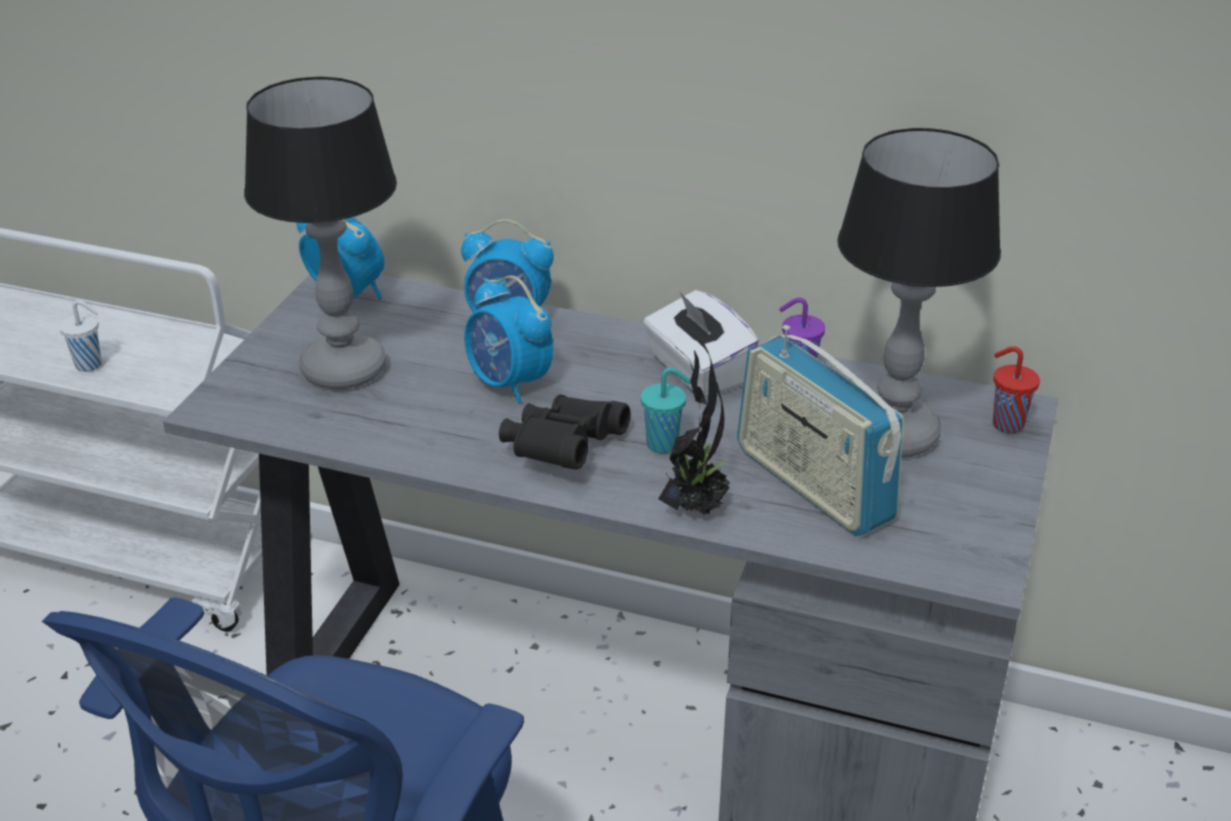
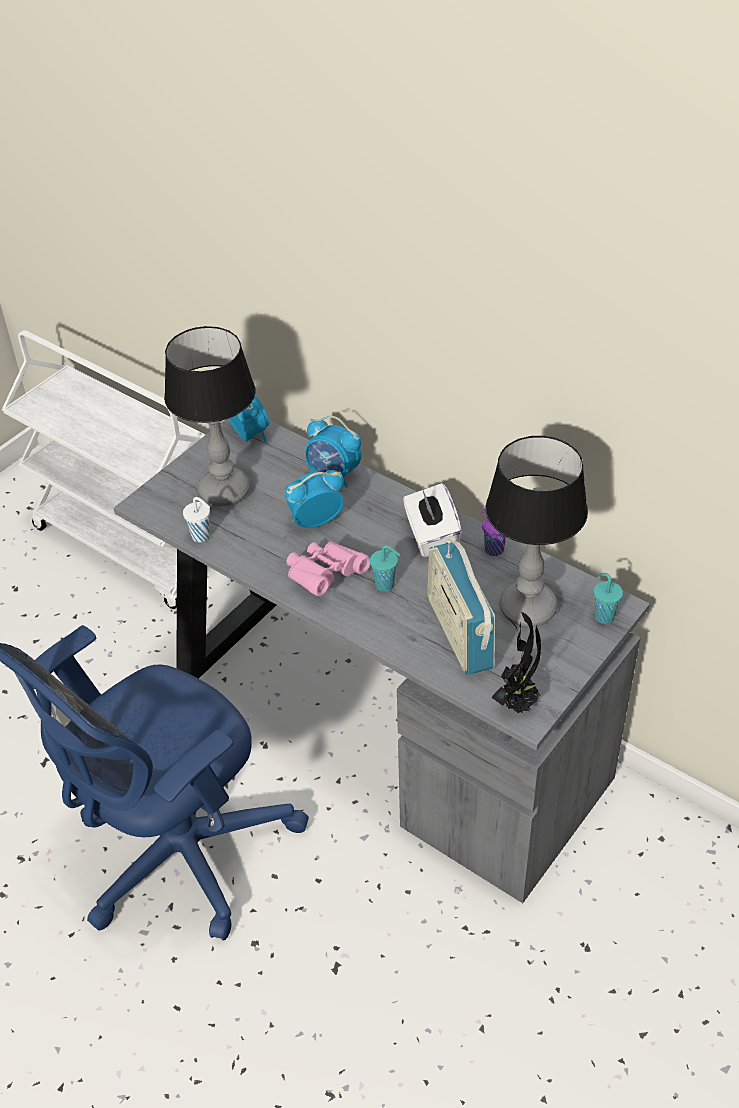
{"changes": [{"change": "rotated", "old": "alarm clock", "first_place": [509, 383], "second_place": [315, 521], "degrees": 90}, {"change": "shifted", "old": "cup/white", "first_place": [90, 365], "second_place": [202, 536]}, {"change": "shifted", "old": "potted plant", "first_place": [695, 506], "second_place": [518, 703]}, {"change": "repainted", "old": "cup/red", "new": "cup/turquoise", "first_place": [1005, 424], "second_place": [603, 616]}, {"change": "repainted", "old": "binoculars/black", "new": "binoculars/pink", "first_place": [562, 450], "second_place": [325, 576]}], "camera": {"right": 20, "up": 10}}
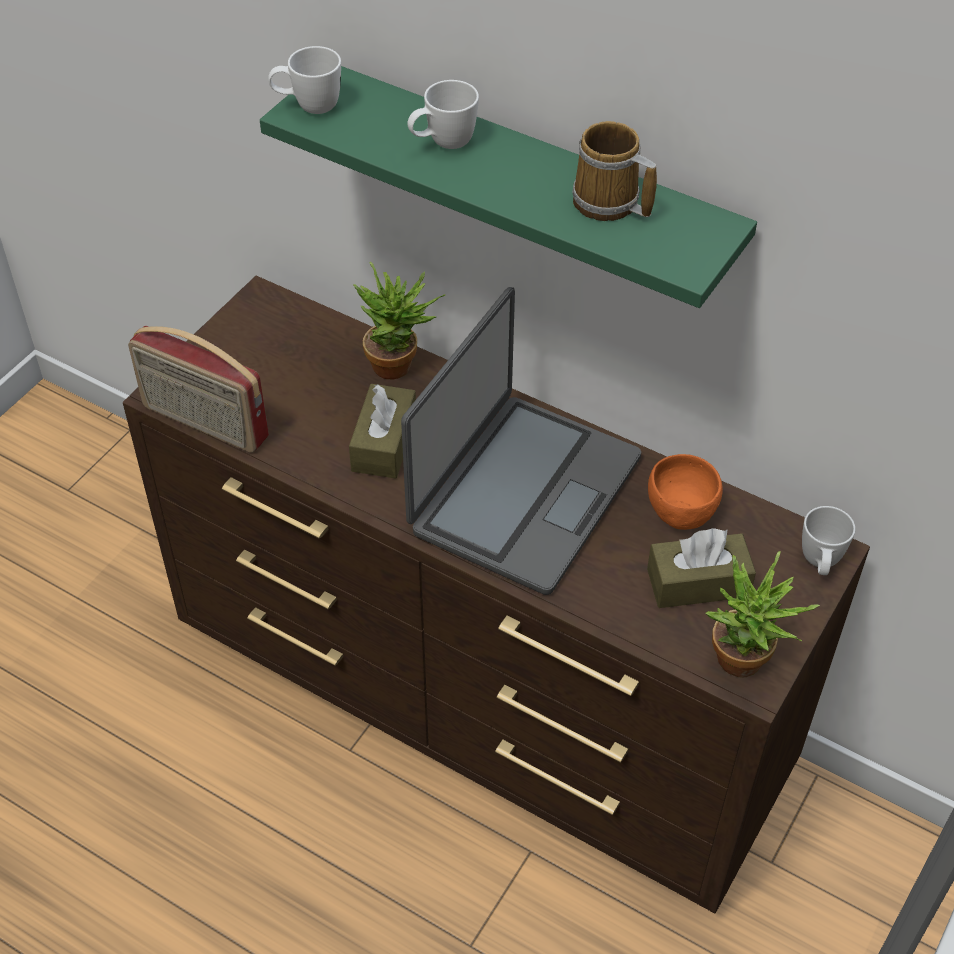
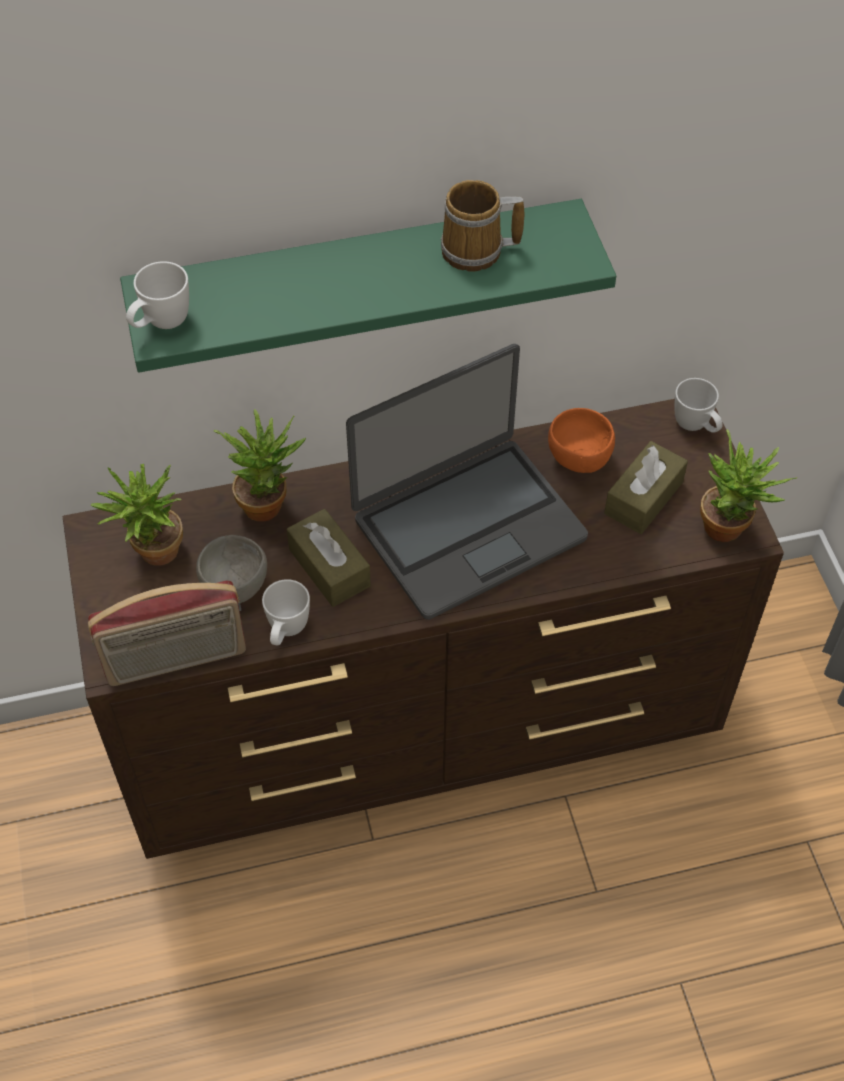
{"changes": [{"change": "shifted", "old": "mug/white", "first_place": [442, 144], "second_place": [286, 632]}, {"change": "rotated", "old": "laptop", "first_place": [523, 493], "second_place": [467, 527], "degrees": 75}, {"change": "new", "new": "potted plant", "second_place": [152, 554]}, {"change": "new", "new": "bowl/grey", "second_place": [237, 586]}], "camera": {"right": -45, "up": 5}}
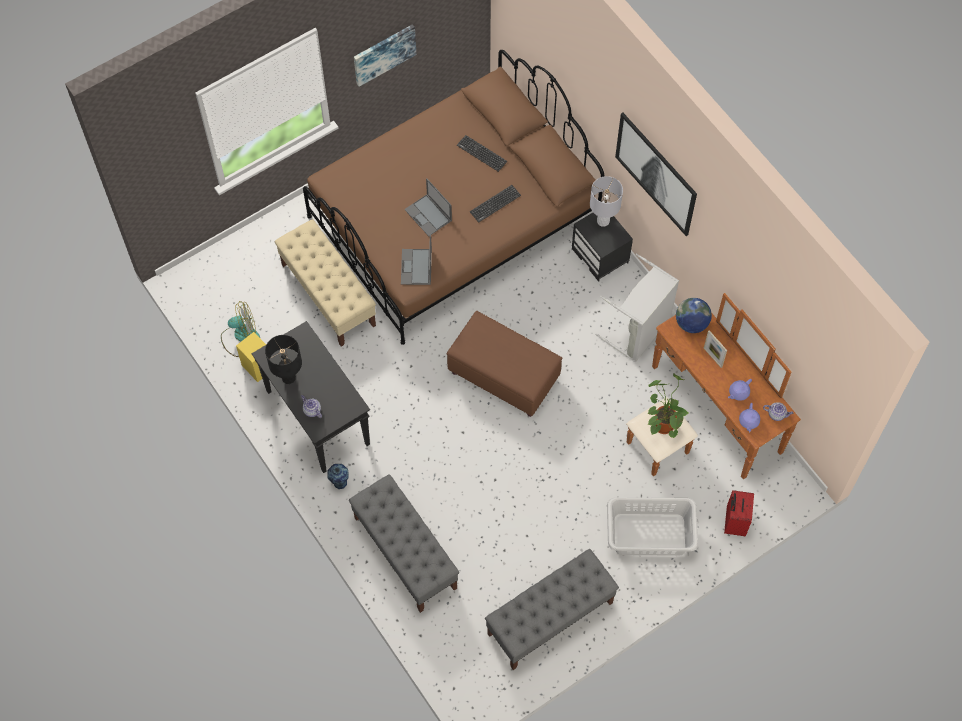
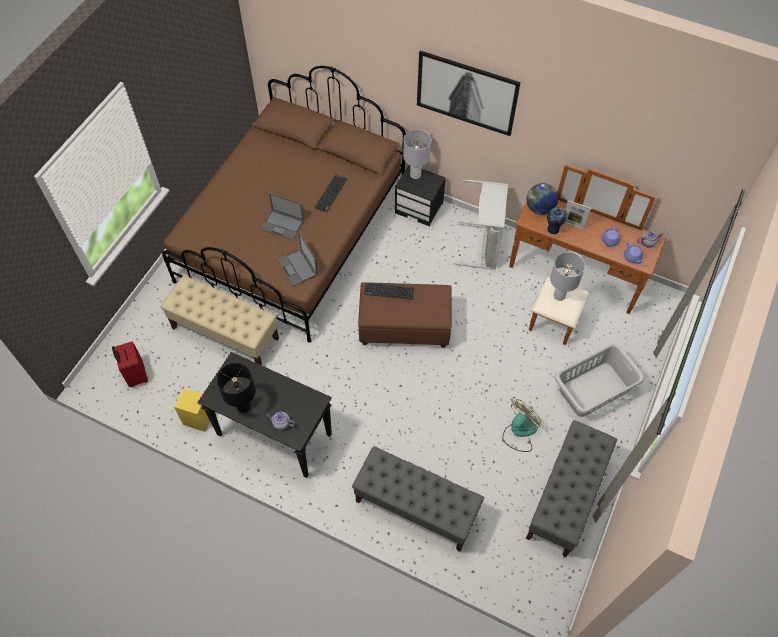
{"changes": [{"change": "gone", "old": "picture", "first_place": [384, 53]}, {"change": "shifted", "old": "keyboard", "first_place": [481, 153], "second_place": [389, 291]}, {"change": "shifted", "old": "fan", "first_place": [240, 336], "second_place": [519, 432]}, {"change": "swapped", "old": "potted plant", "new": "table lamp/grey", "first_place": [662, 422], "second_place": [559, 295]}, {"change": "shifted", "old": "vase", "first_place": [339, 483], "second_place": [552, 229]}, {"change": "shifted", "old": "suitcase/red", "first_place": [734, 522], "second_place": [136, 375]}], "camera": {"right": -30, "up": -5}}
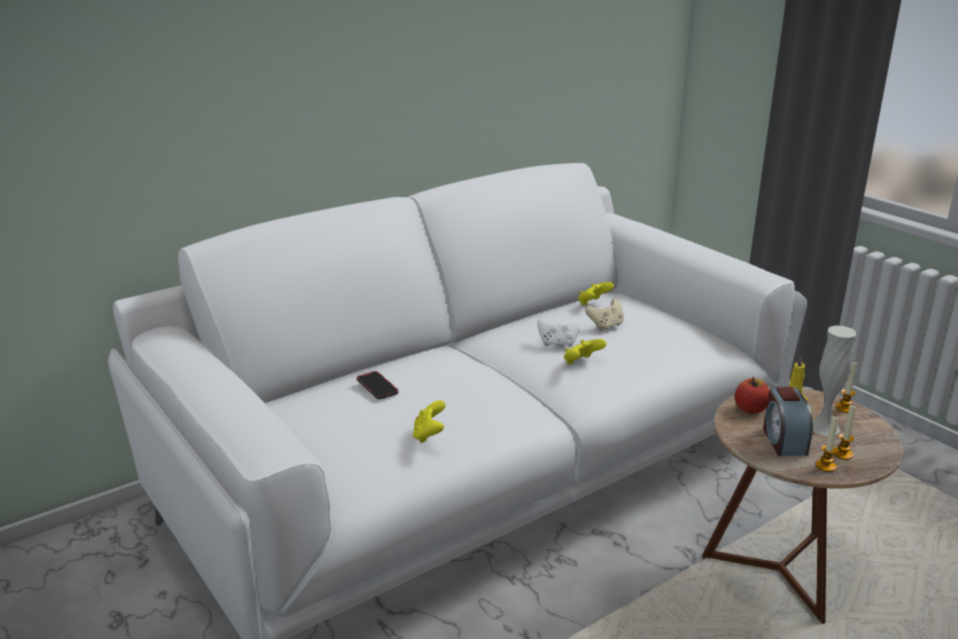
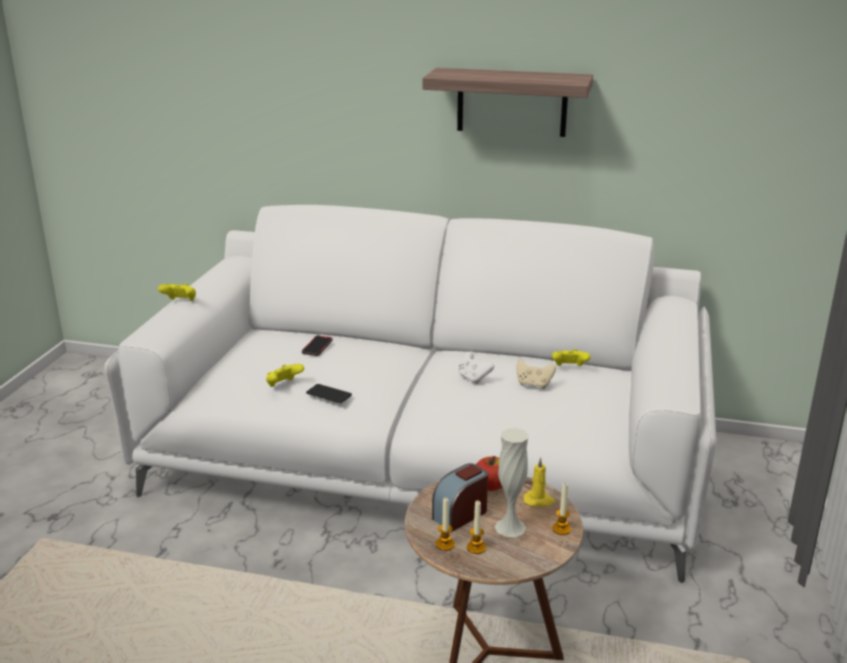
{"changes": [{"change": "shifted", "old": "game controller/yellow", "first_place": [582, 363], "second_place": [180, 302]}, {"change": "new", "new": "shelf", "second_place": [512, 102]}, {"change": "new", "new": "phone", "second_place": [328, 394]}], "camera": {"right": 50, "up": 0}}
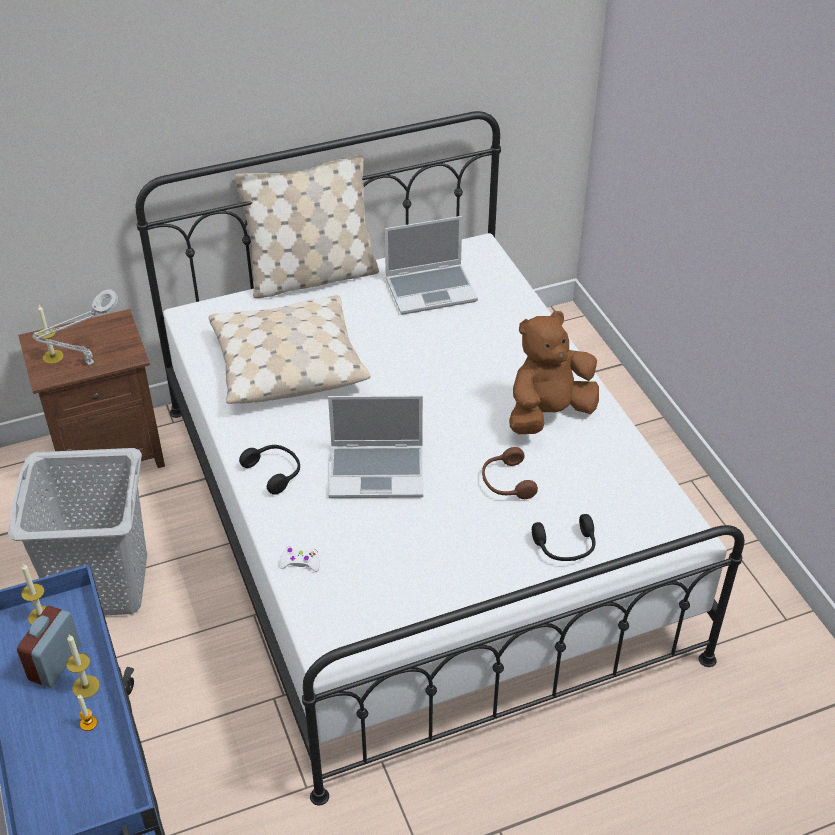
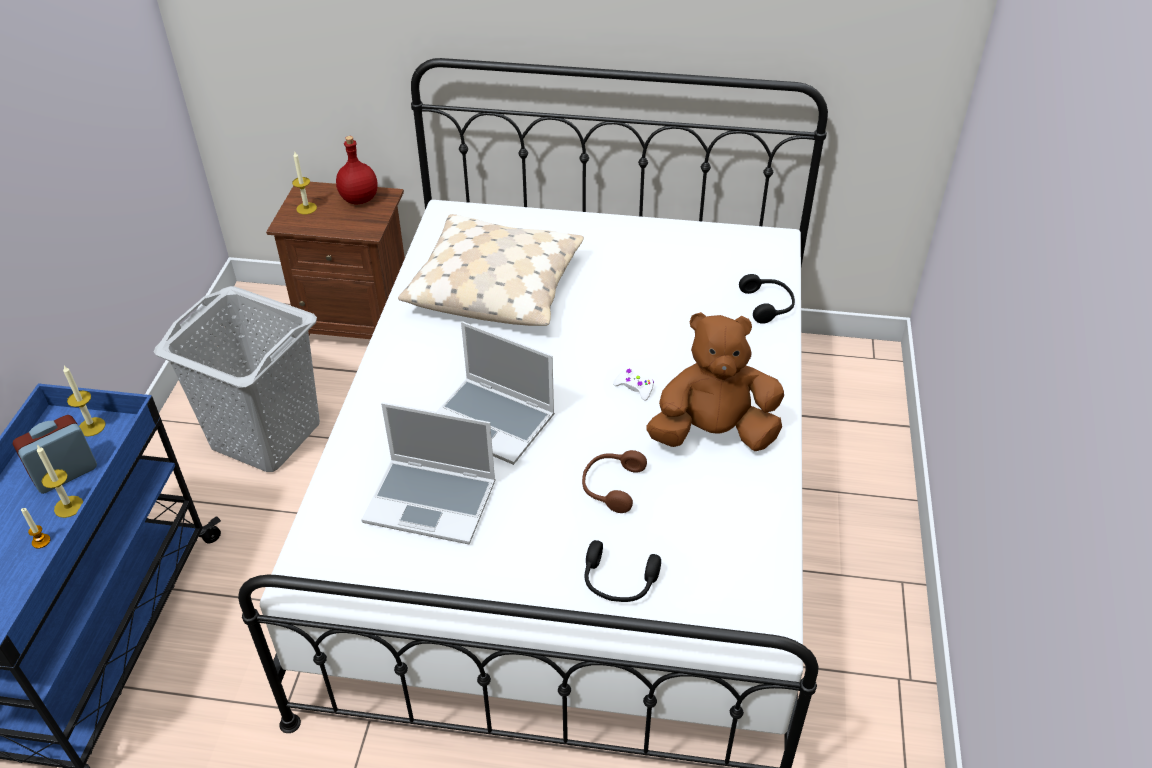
{"changes": [{"change": "gone", "old": "pillow/beige", "first_place": [312, 276]}, {"change": "shifted", "old": "laptop", "first_place": [431, 290], "second_place": [432, 501]}, {"change": "gone", "old": "table lamp/grey", "first_place": [87, 364]}, {"change": "shifted", "old": "headphones/black", "first_place": [275, 472], "second_place": [768, 305]}, {"change": "shifted", "old": "game controller/white", "first_place": [300, 563], "second_place": [634, 387]}, {"change": "new", "new": "bottle/red", "second_place": [359, 199]}], "camera": {"right": 30, "up": 0}}
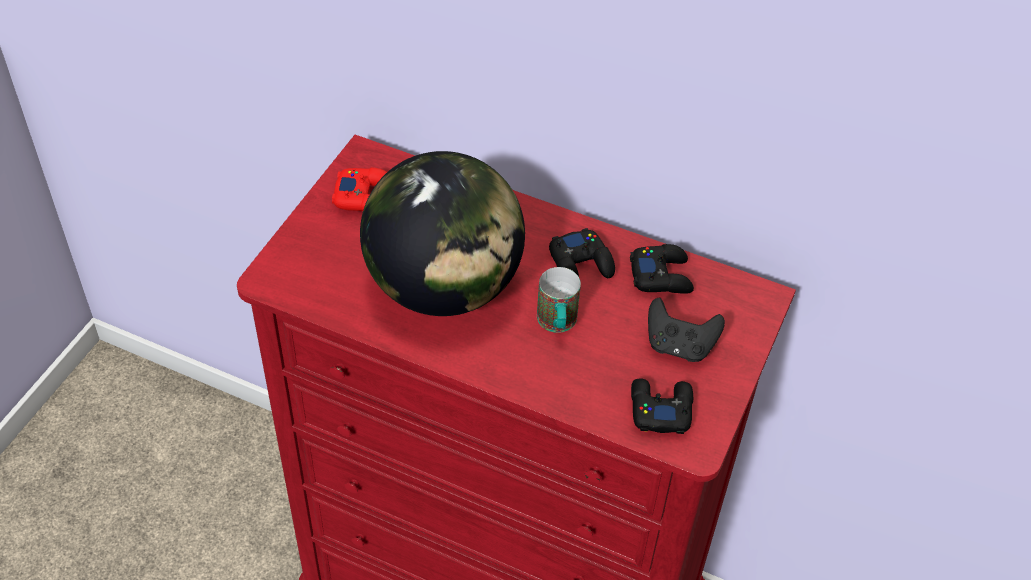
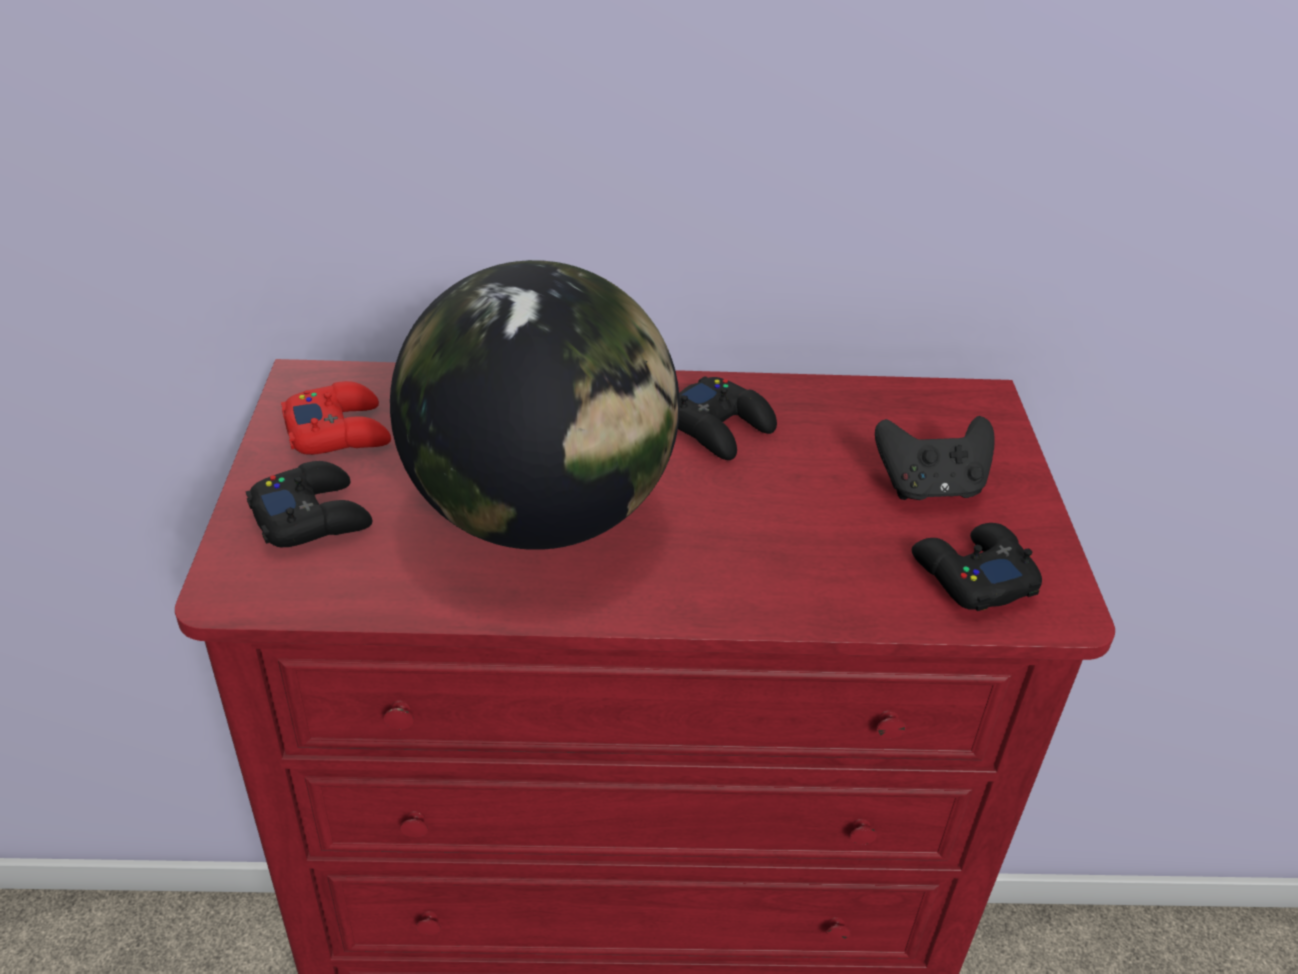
{"changes": [{"change": "shifted", "old": "game controller/black", "first_place": [661, 275], "second_place": [312, 516]}, {"change": "gone", "old": "mug", "first_place": [557, 324]}], "camera": {"right": -25, "up": -10}}
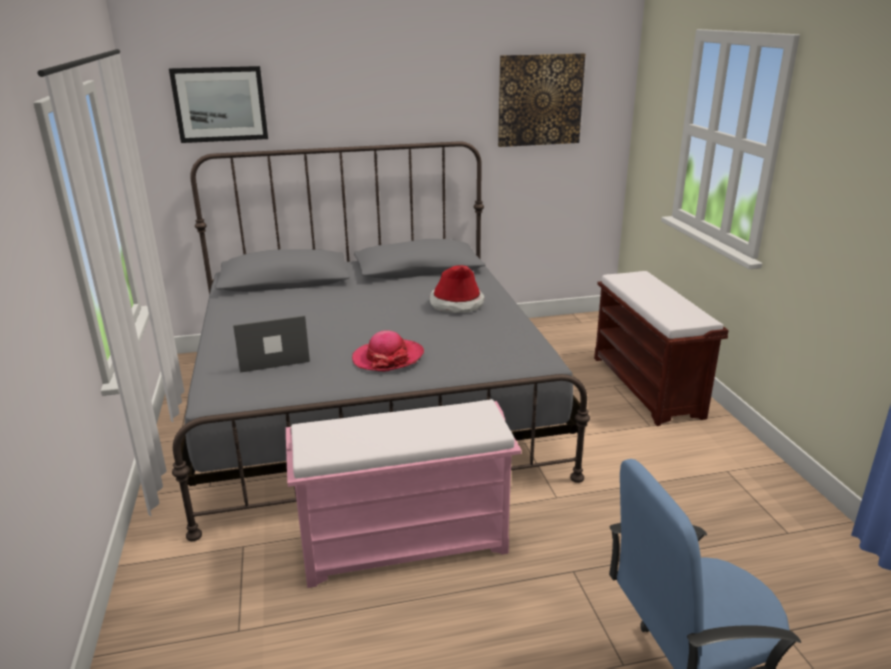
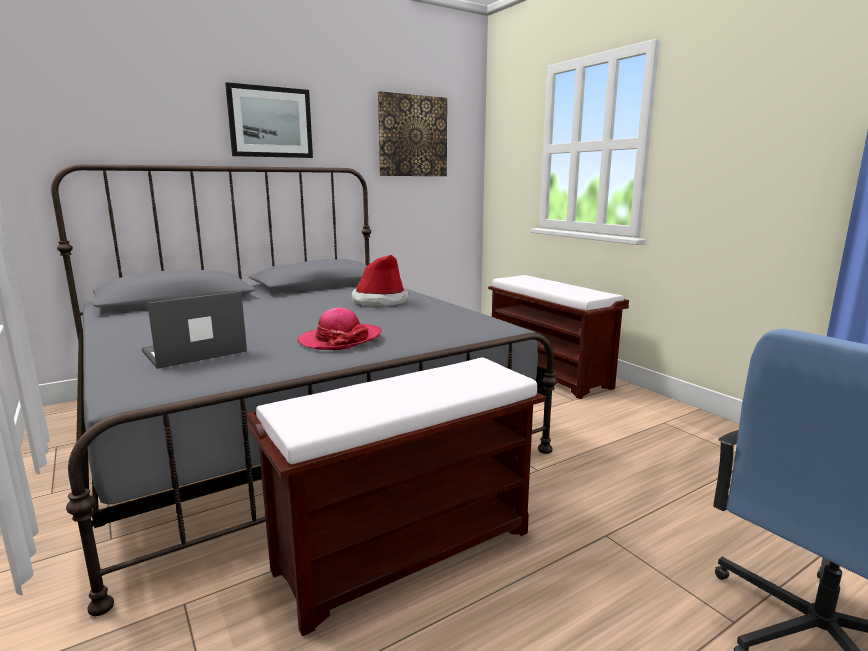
{"changes": [{"change": "shifted", "old": "picture", "first_place": [220, 104], "second_place": [270, 122]}, {"change": "repainted", "old": "bench/pink", "new": "bench/brown", "first_place": [406, 543], "second_place": [407, 549]}], "camera": {"right": -20, "up": -10}}
